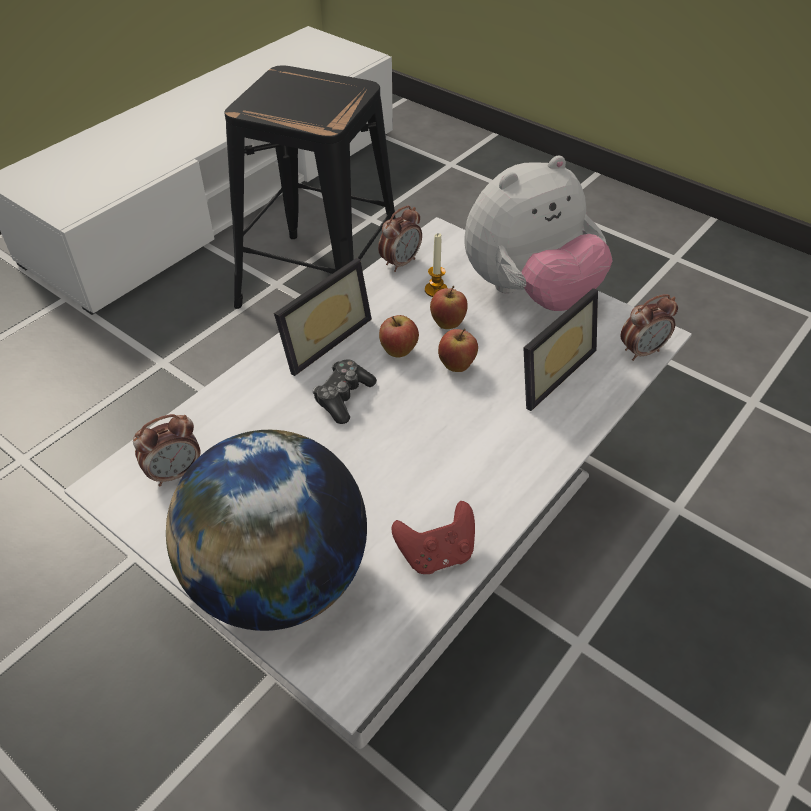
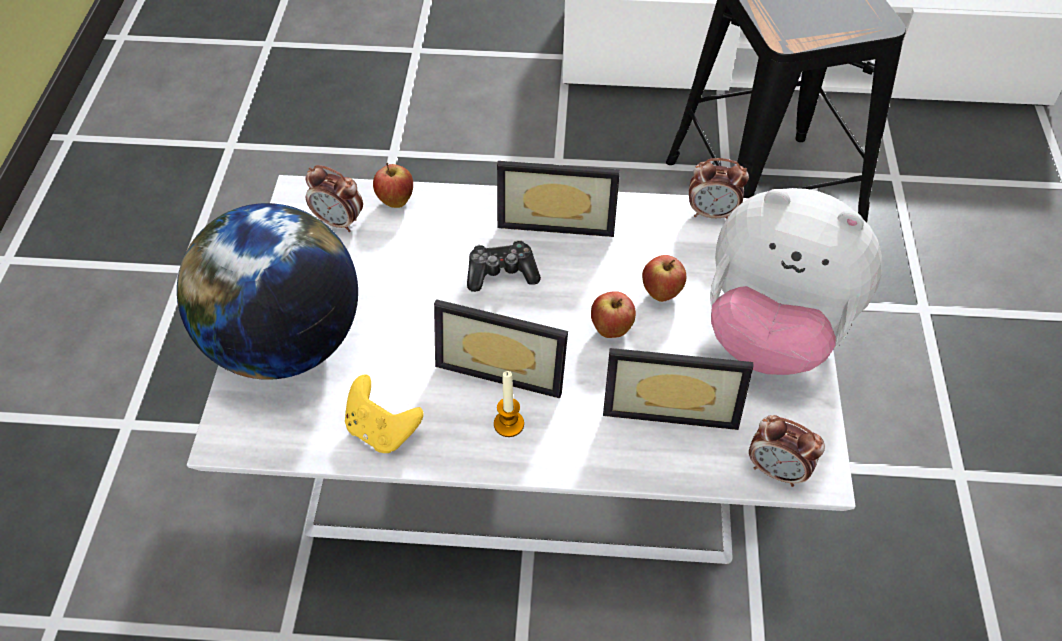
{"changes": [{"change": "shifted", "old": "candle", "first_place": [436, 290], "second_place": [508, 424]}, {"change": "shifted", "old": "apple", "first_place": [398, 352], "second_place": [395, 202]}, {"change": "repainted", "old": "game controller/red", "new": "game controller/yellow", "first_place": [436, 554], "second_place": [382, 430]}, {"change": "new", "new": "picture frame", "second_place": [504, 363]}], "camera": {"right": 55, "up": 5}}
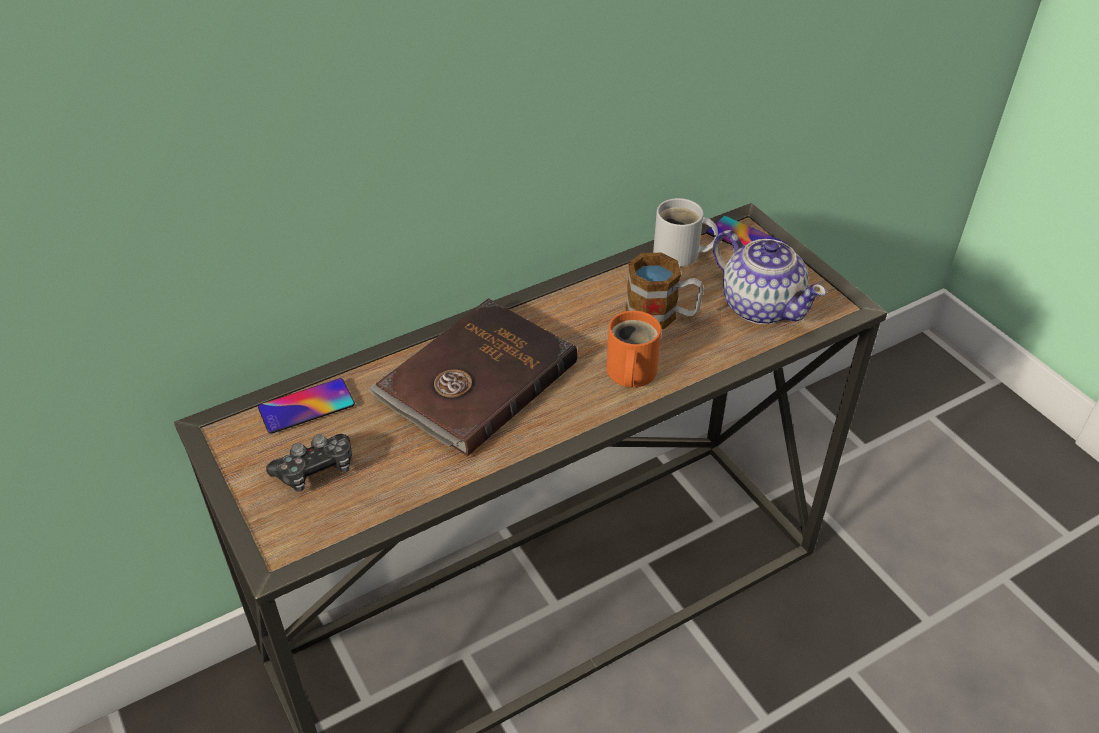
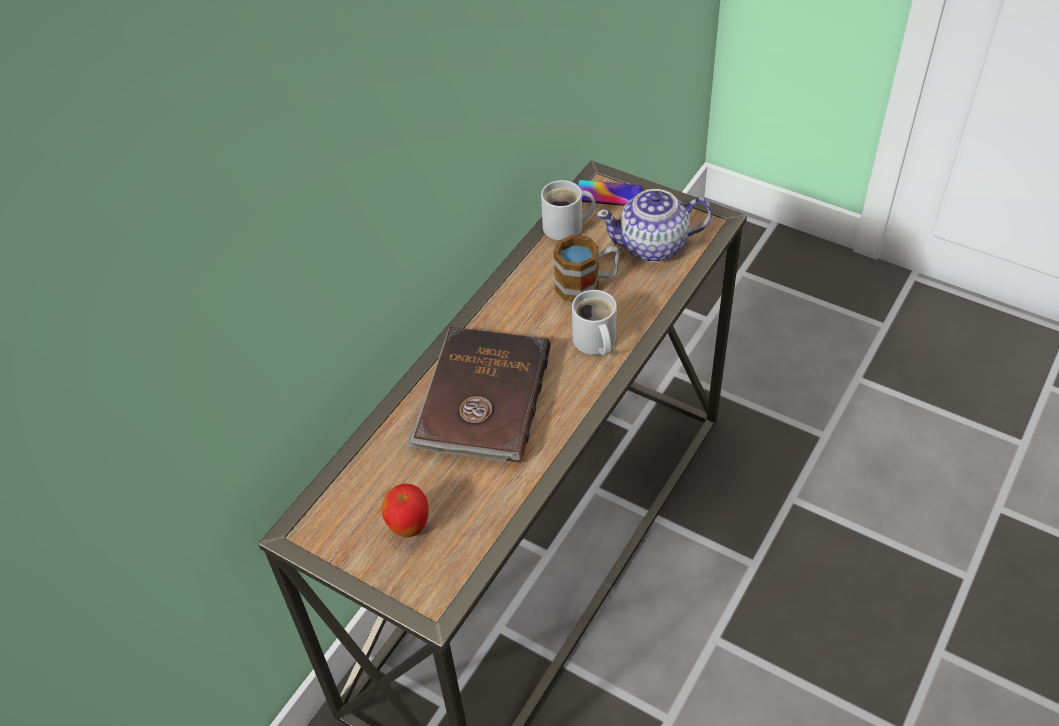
{"changes": [{"change": "rotated", "old": "teapot", "first_place": [760, 305], "second_place": [654, 246], "degrees": 150}, {"change": "repainted", "old": "mug/orange", "new": "mug/white", "first_place": [629, 373], "second_place": [594, 342]}, {"change": "gone", "old": "phone", "first_place": [306, 406]}, {"change": "swapped", "old": "game controller", "new": "apple", "first_place": [316, 470], "second_place": [409, 527]}], "camera": {"right": -25, "up": 5}}
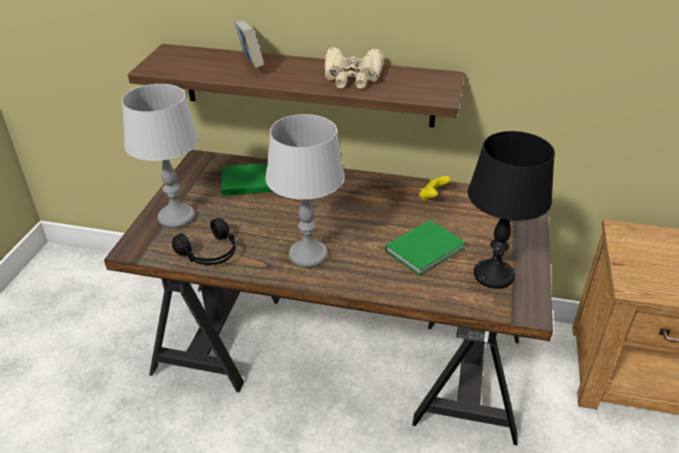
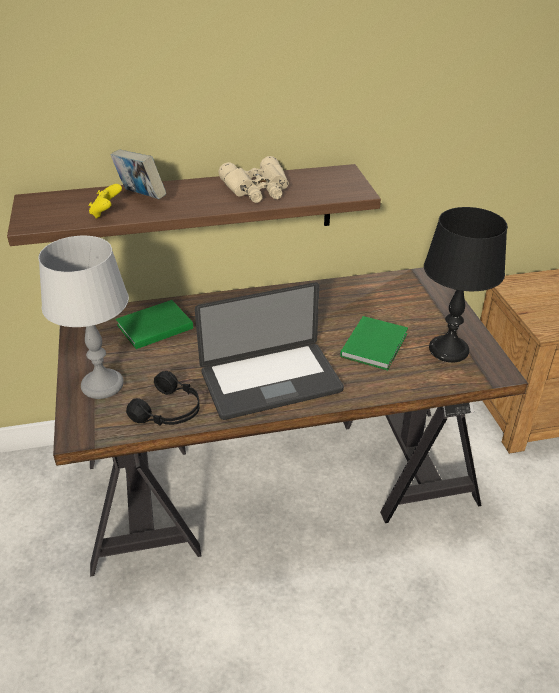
{"changes": [{"change": "swapped", "old": "table lamp/grey", "new": "laptop", "first_place": [308, 254], "second_place": [271, 382]}, {"change": "shifted", "old": "game controller/yellow", "first_place": [432, 197], "second_place": [106, 213]}], "camera": {"right": -25, "up": 0}}
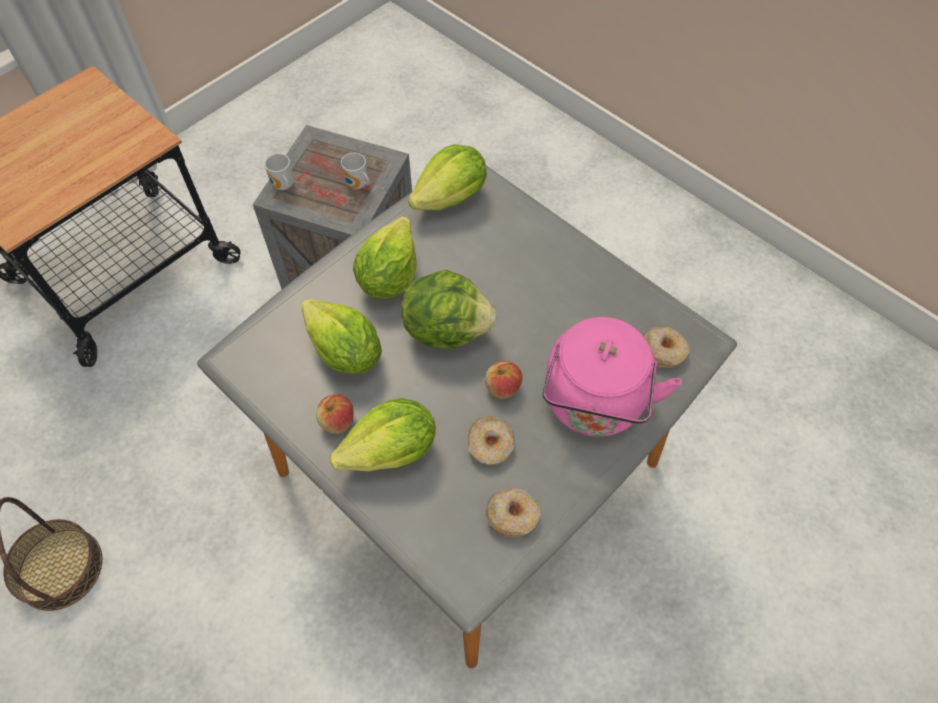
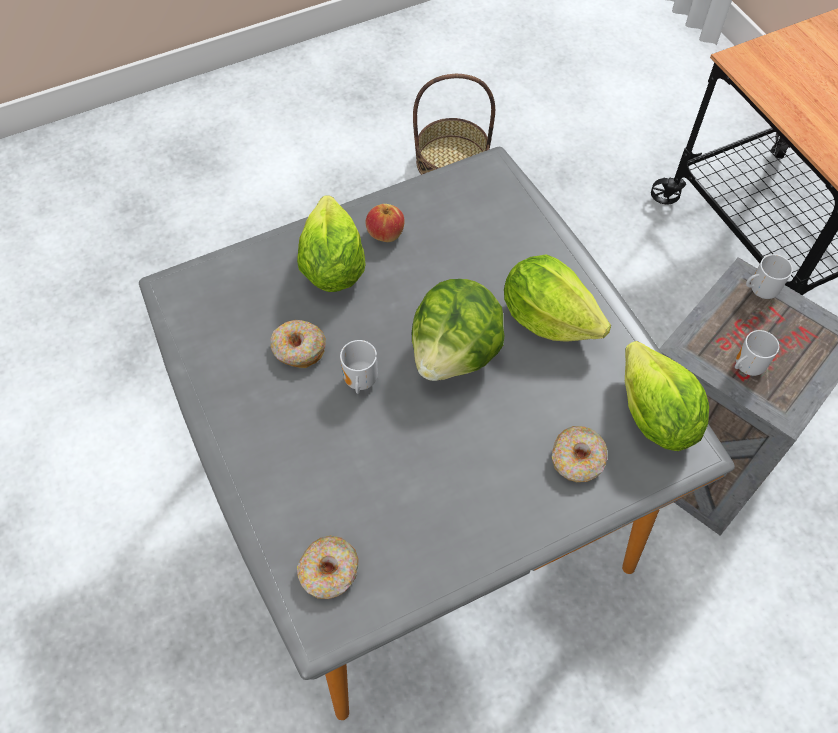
{"changes": [{"change": "gone", "old": "lettuce", "first_place": [345, 353]}, {"change": "gone", "old": "kettle/pink", "first_place": [594, 405]}, {"change": "swapped", "old": "apple", "new": "mug", "first_place": [502, 387], "second_place": [359, 382]}, {"change": "shifted", "old": "donut", "first_place": [512, 515], "second_place": [577, 460]}], "camera": {"right": 110, "up": 0}}
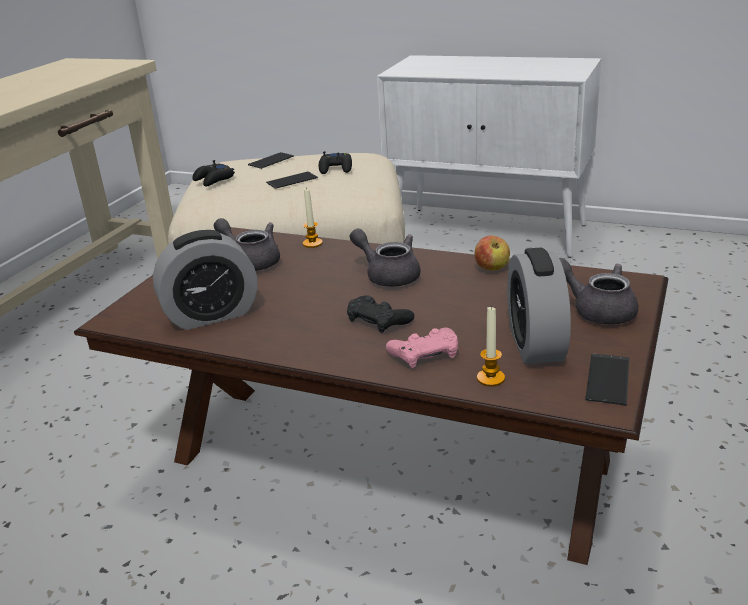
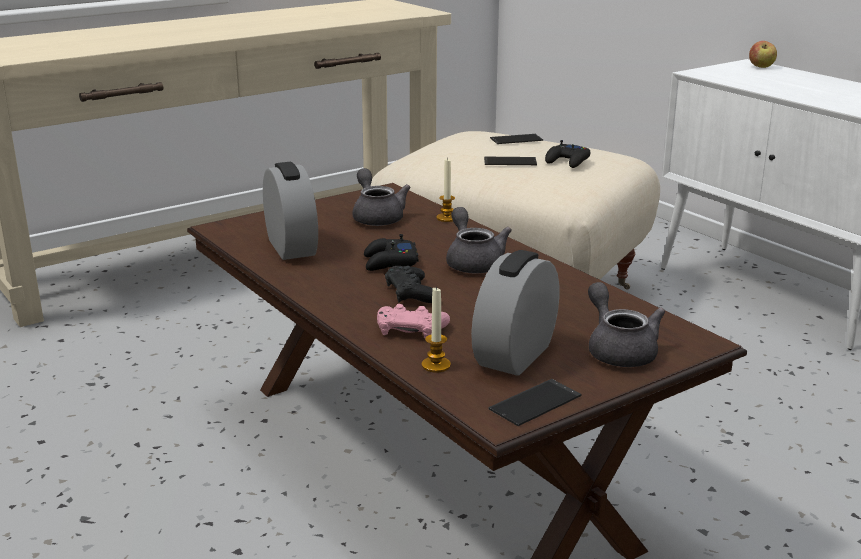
{"changes": [{"change": "shifted", "old": "game controller/black", "first_place": [214, 179], "second_place": [389, 262]}, {"change": "rotated", "old": "alarm clock", "first_place": [211, 315], "second_place": [291, 247], "degrees": -120}, {"change": "shifted", "old": "apple", "first_place": [492, 268], "second_place": [761, 67]}], "camera": {"right": 30, "up": -5}}
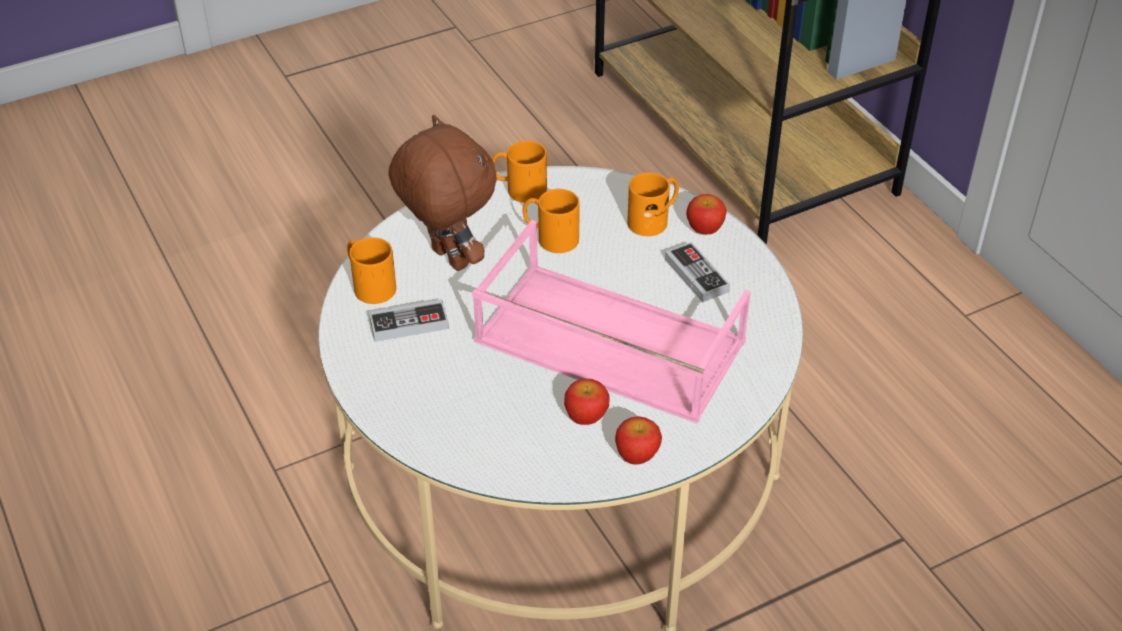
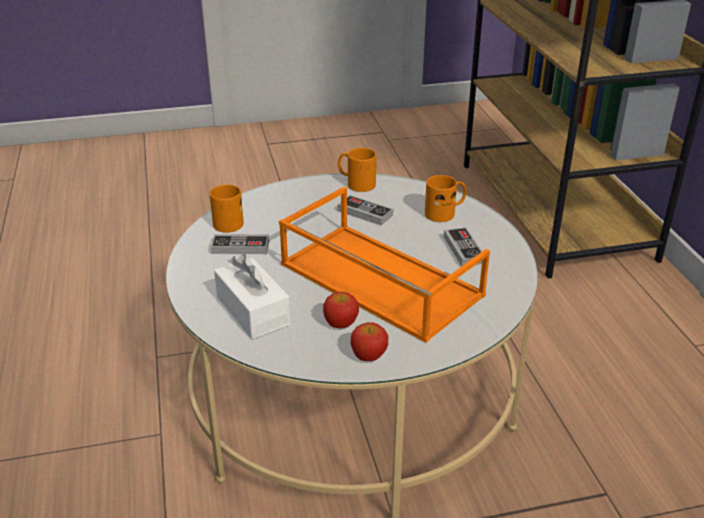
{"changes": [{"change": "gone", "old": "plush toy/brown", "first_place": [447, 259]}, {"change": "swapped", "old": "mug/orange", "new": "game controller", "first_place": [550, 238], "second_place": [365, 213]}, {"change": "gone", "old": "apple", "first_place": [705, 229]}, {"change": "repainted", "old": "tray/pink", "new": "tray/orange", "first_place": [606, 343], "second_place": [377, 280]}, {"change": "new", "new": "tissue box/white", "second_place": [253, 311]}], "camera": {"right": 15, "up": -10}}
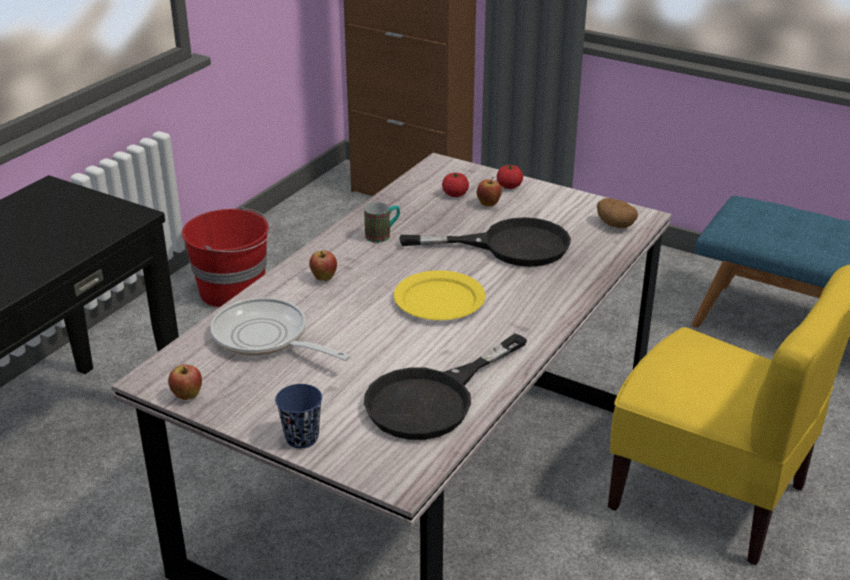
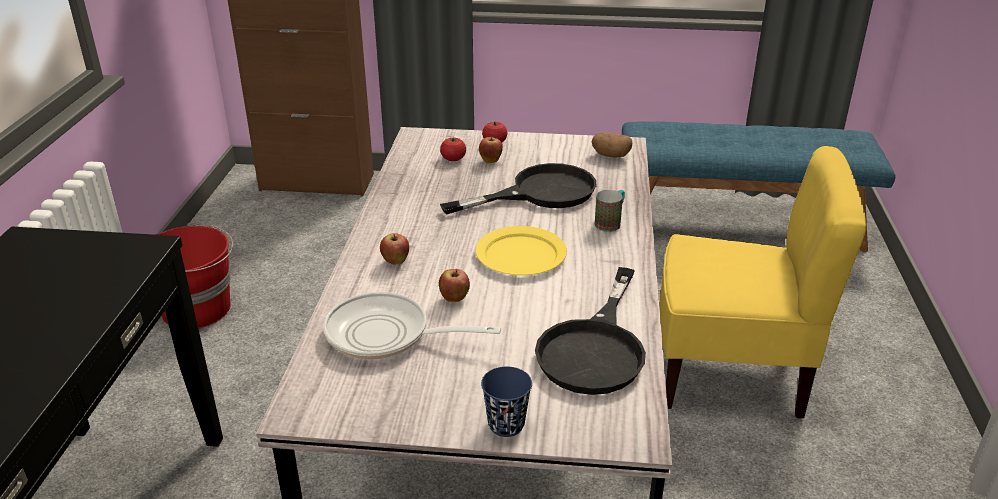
{"changes": [{"change": "shifted", "old": "mug", "first_place": [383, 235], "second_place": [610, 223]}, {"change": "shifted", "old": "apple", "first_place": [187, 396], "second_place": [454, 299]}], "camera": {"right": -25, "up": 0}}
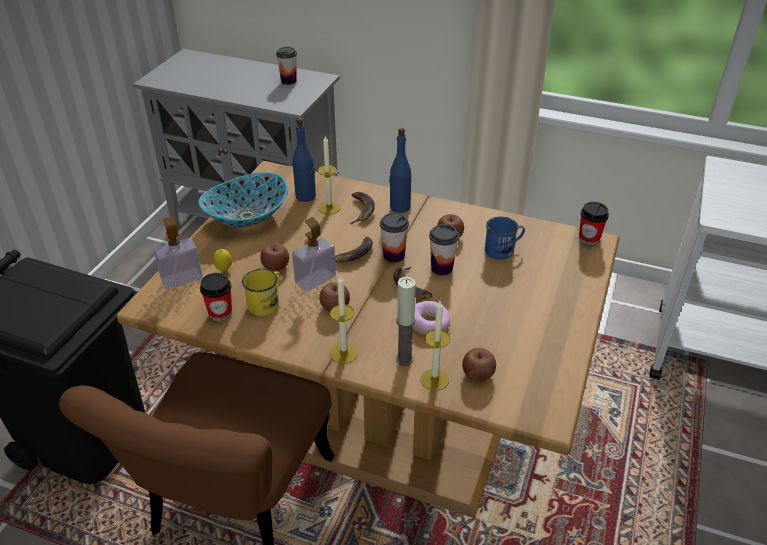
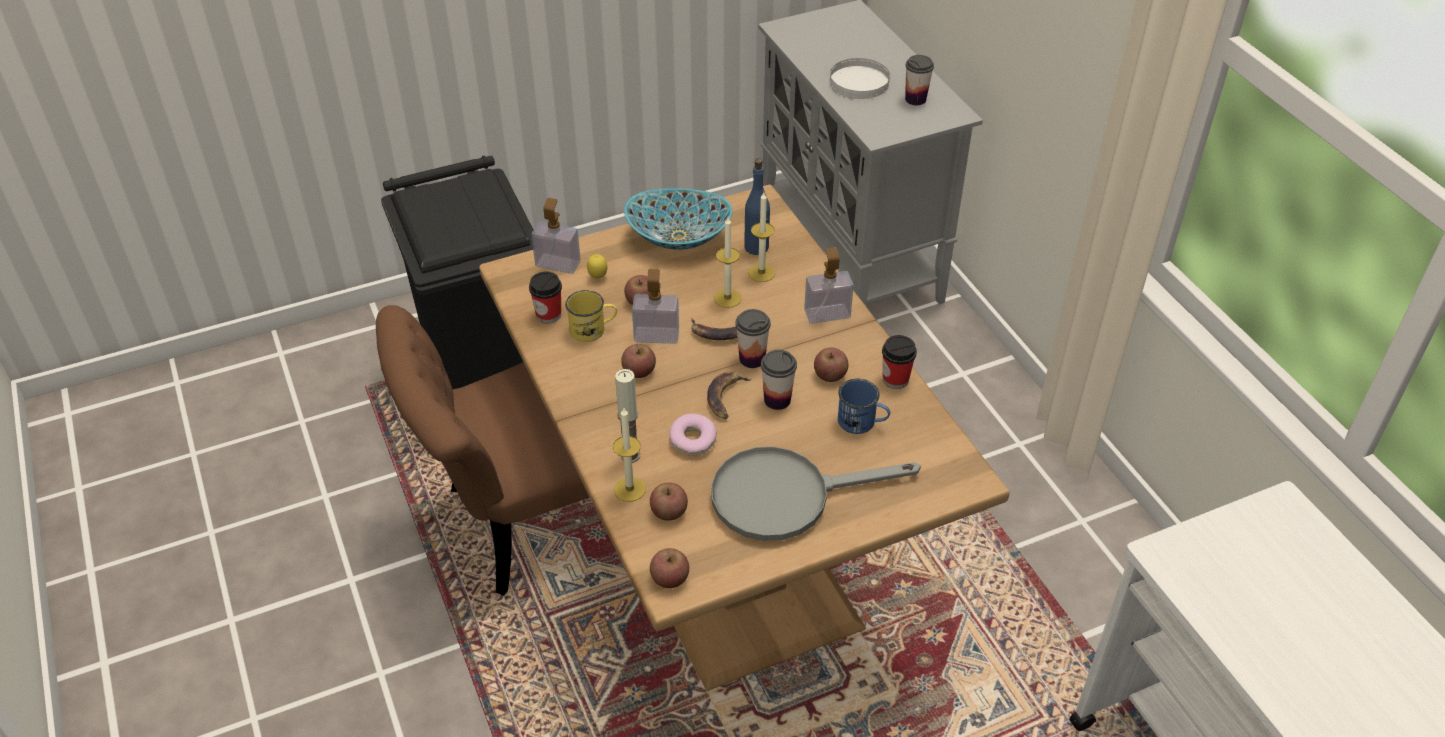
{"changes": [{"change": "swapped", "old": "bottle/blue", "new": "soap dispenser", "first_place": [399, 207], "second_place": [827, 314]}, {"change": "gone", "old": "banana", "first_place": [360, 210]}, {"change": "shifted", "old": "cup", "first_place": [589, 239], "second_place": [895, 379]}, {"change": "shifted", "old": "candle", "first_place": [344, 353], "second_place": [727, 298]}, {"change": "new", "new": "plate/white", "second_place": [859, 82]}, {"change": "new", "new": "frying pan/grey", "second_place": [786, 496]}, {"change": "new", "new": "apple", "second_place": [670, 578]}], "camera": {"right": 45, "up": 5}}
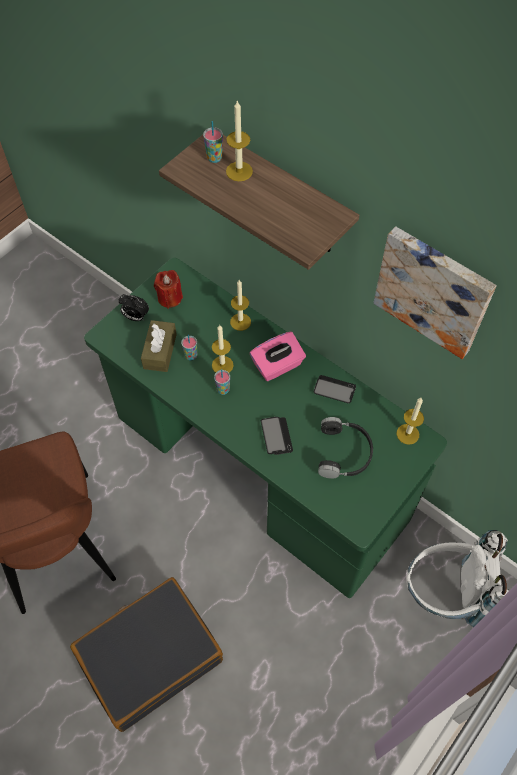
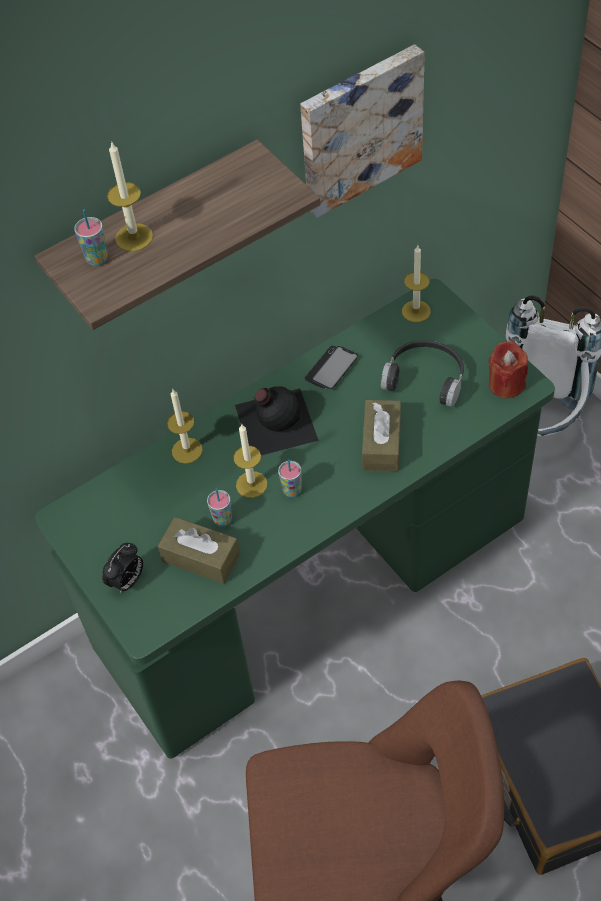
{"changes": [{"change": "shifted", "old": "candle/red", "first_place": [170, 298], "second_place": [506, 384]}, {"change": "swapped", "old": "tissue box/pink", "new": "bottle/black", "first_place": [277, 366], "second_place": [274, 421]}, {"change": "swapped", "old": "phone", "new": "tissue box/brown", "first_place": [276, 436], "second_place": [381, 443]}], "camera": {"right": -70, "up": -5}}
